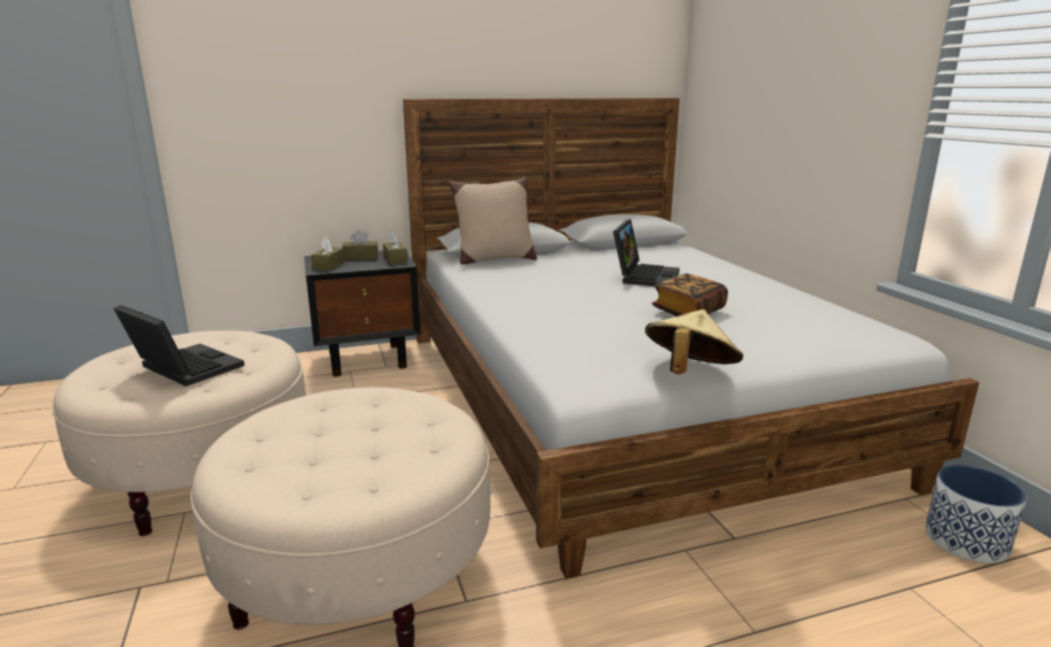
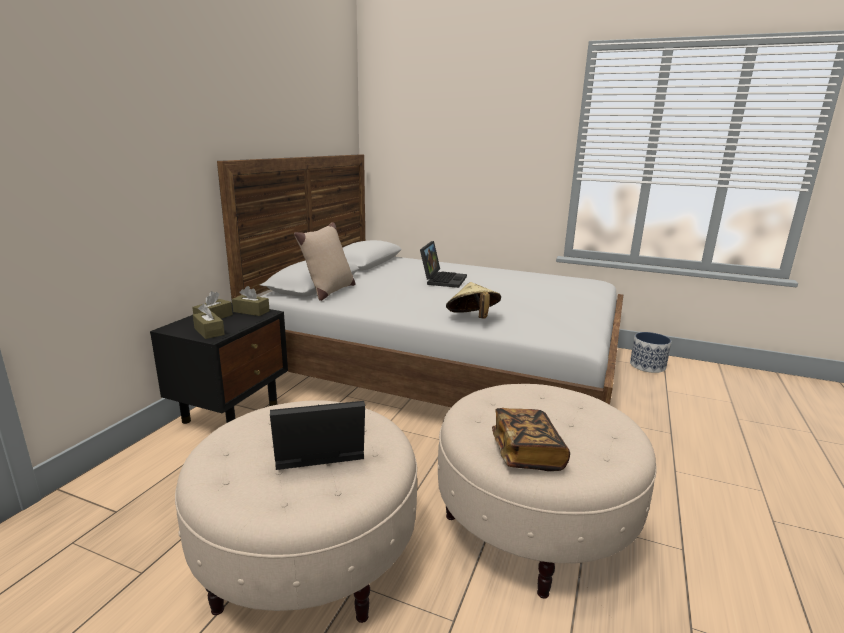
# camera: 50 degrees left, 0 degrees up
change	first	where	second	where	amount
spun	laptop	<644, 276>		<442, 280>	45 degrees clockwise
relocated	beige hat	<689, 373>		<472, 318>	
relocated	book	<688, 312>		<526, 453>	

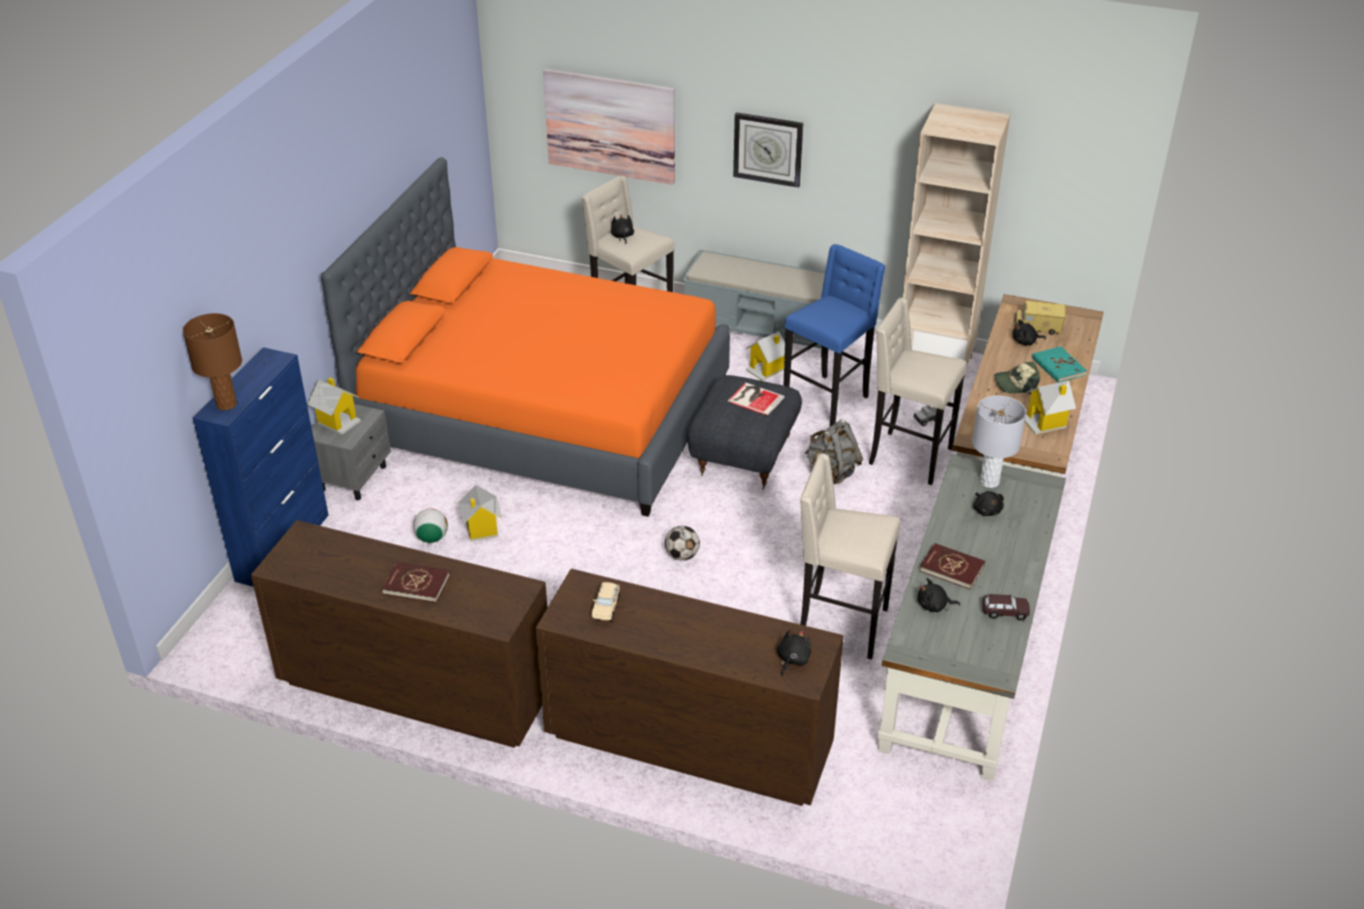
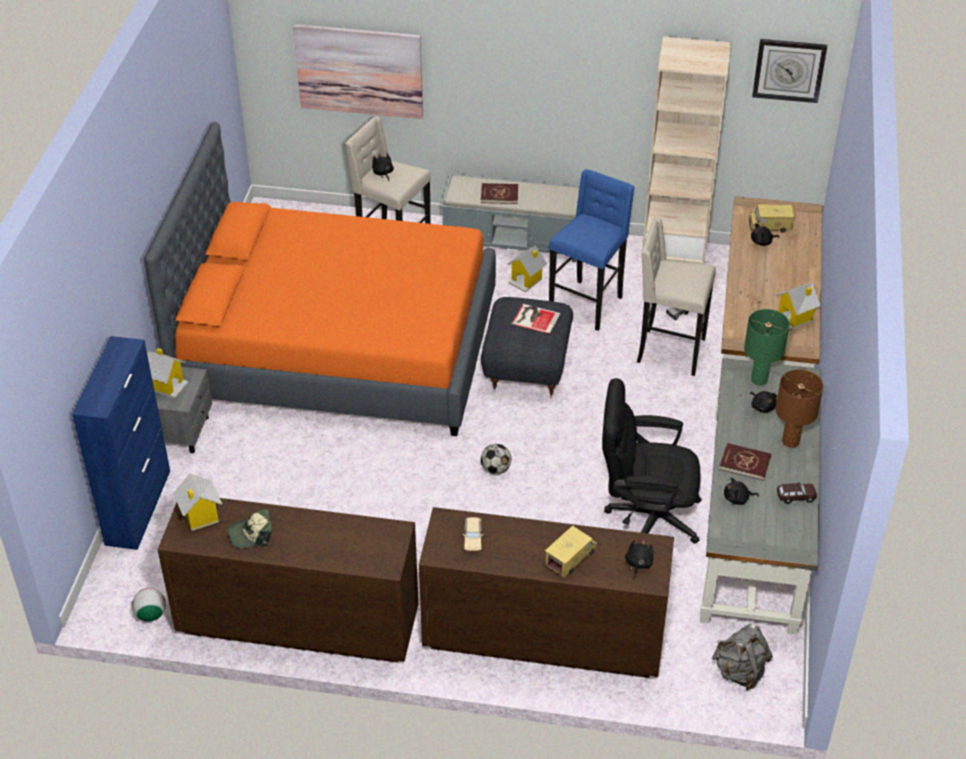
# camera: 10 degrees left, 5 degrees up
change	first	where	second	where	amount
relocated	football	<432, 538>		<151, 615>	
relocated	toy house	<481, 529>		<200, 516>	
relocated	cap	<1016, 384>		<251, 534>	
relocated	red book	<416, 584>		<499, 195>	
appeared			toy truck	<570, 557>	
exchanged	beige stool	<840, 625>	black office chair	<645, 515>	
relocated	grey backpack	<831, 472>		<739, 672>	
colour	grey table lamp	<989, 482>	green table lamp	<759, 380>	
relocated	wall clock	<768, 149>		<789, 70>	
relocated	brown table lamp	<226, 404>		<790, 442>	
missing	turquoise book	<1058, 367>			

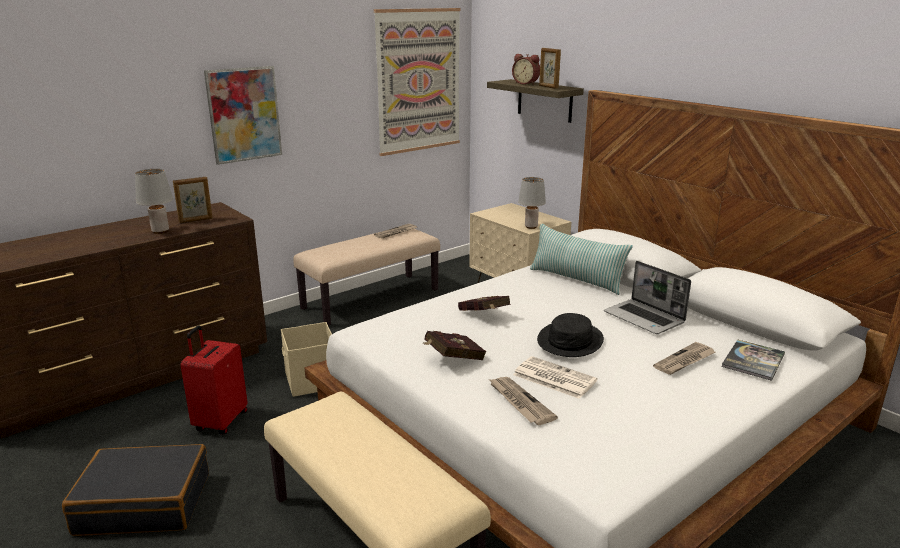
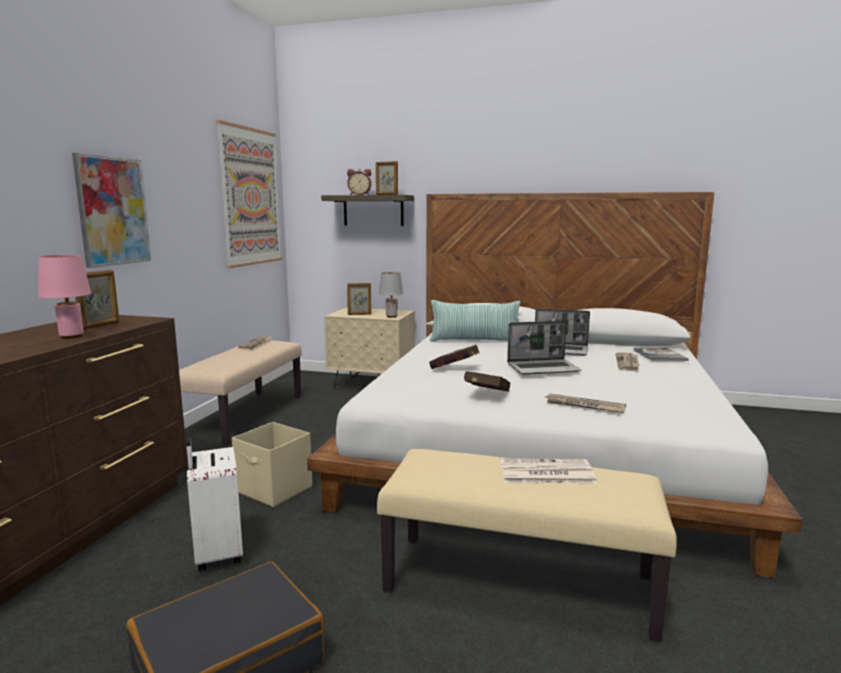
# camera: 35 degrees left, 10 degrees down
change	first	where	second	where	amount
colour	grey table lamp	<160, 231>	pink table lamp	<71, 336>	
colour	red suitcase	<220, 421>	white suitcase	<217, 554>	
appeared			picture frame	<359, 314>	
relocated	newspaper	<553, 378>		<545, 473>	
exchanged	black hat	<570, 340>	laptop	<543, 368>	

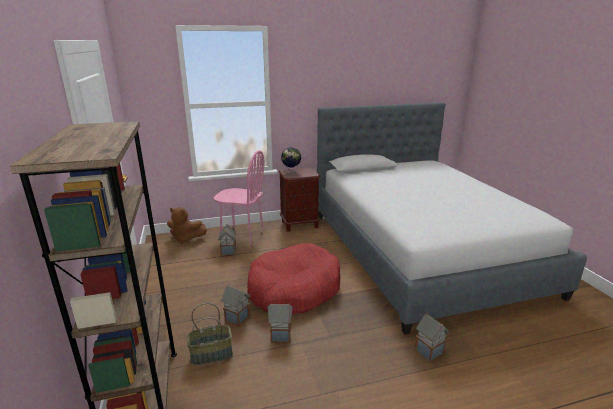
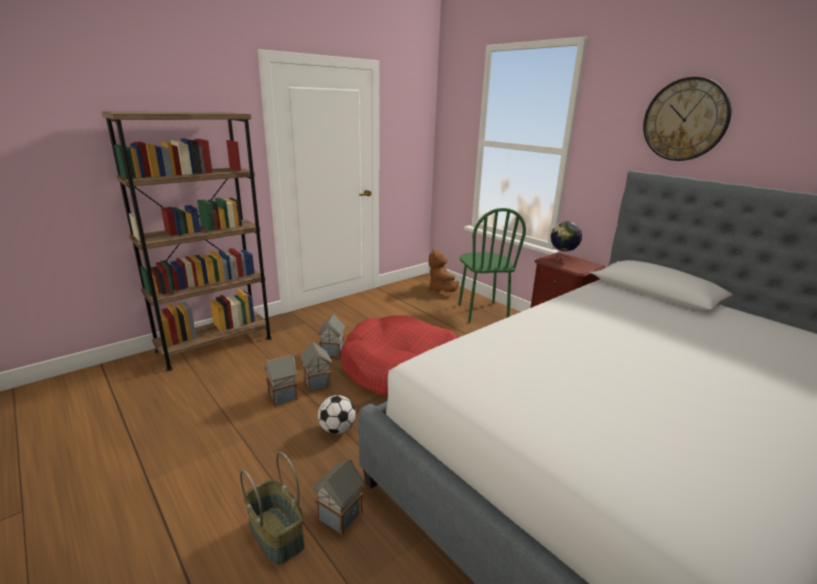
# camera: 65 degrees right, 0 degrees up
change	first	where	second	where	amount
relocated	basket	<212, 354>		<277, 535>	
relocated	toy house	<228, 251>		<283, 396>	
appeared			football	<337, 429>	
colour	pink chair	<242, 235>	green chair	<482, 312>	
appeared			wall clock	<685, 120>	

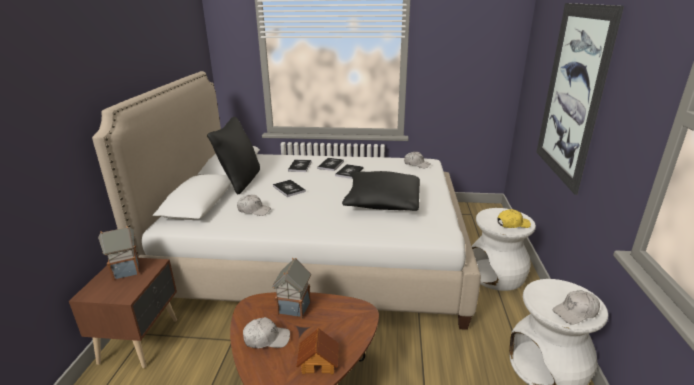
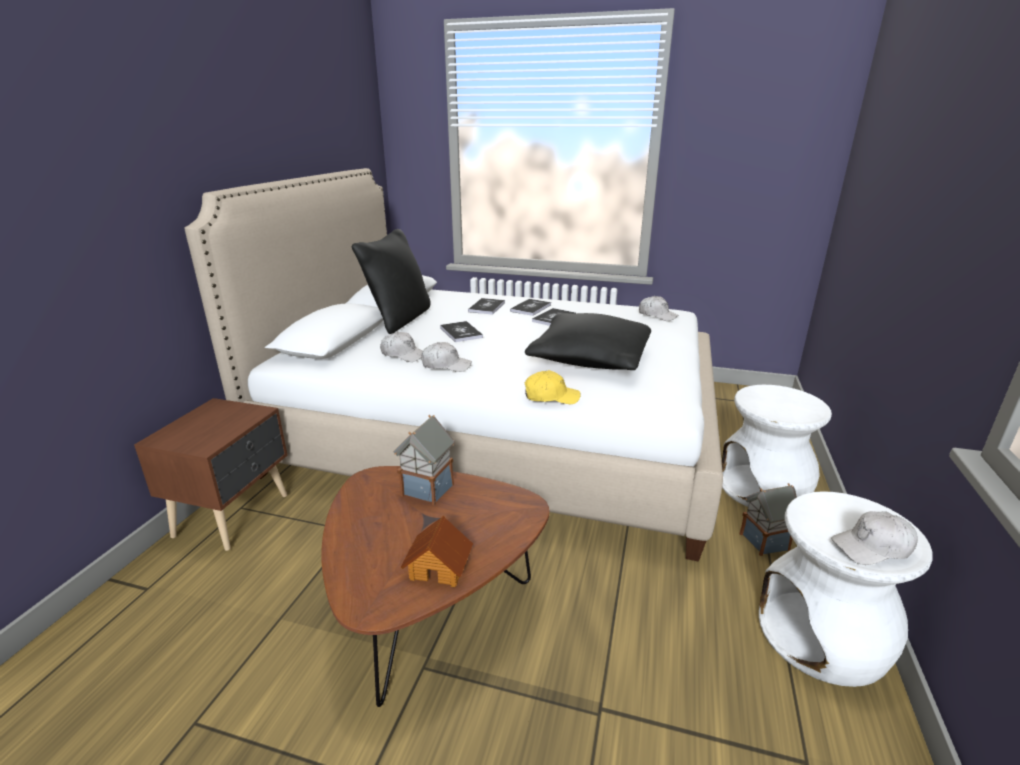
# camera: 10 degrees right, 0 degrees up
change	first	where	second	where	amount
relocated	white cap	<266, 338>		<446, 365>	
relocated	yellow cap	<512, 224>		<551, 396>	
relocated	toy house	<127, 270>		<764, 541>	
missing	picture	<572, 94>			

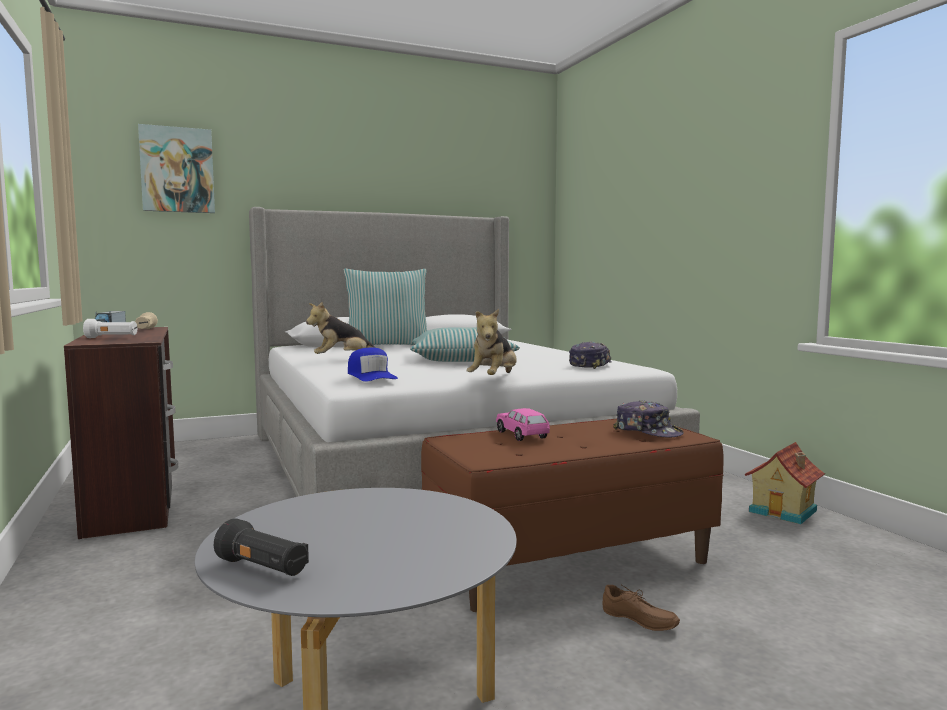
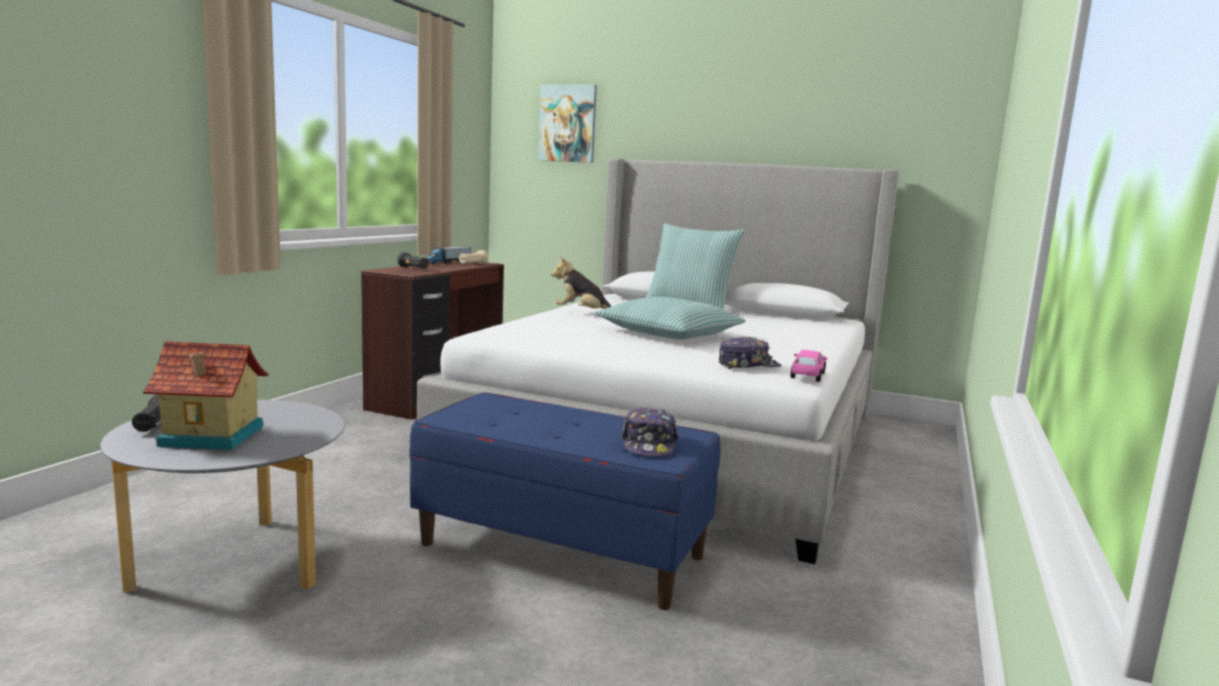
# camera: 45 degrees right, 5 degrees up
change	first	where	second	where	amount
relocated	toy house	<784, 511>		<211, 437>	
colour	white flashlight	<112, 337>	black flashlight	<413, 268>	
colour	brown bench	<569, 561>	blue bench	<563, 550>	
relocated	pink toy car	<522, 435>		<807, 375>	
missing	blue cap	<371, 376>			
missing	plush toy	<494, 379>			
missing	brown shoe	<638, 621>			

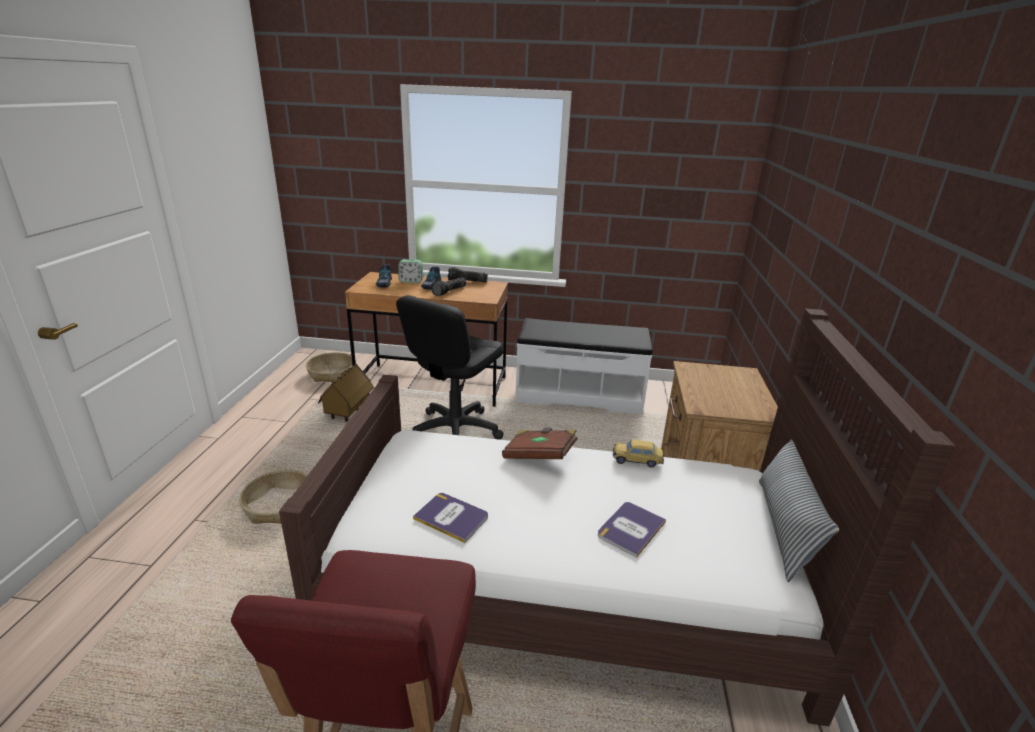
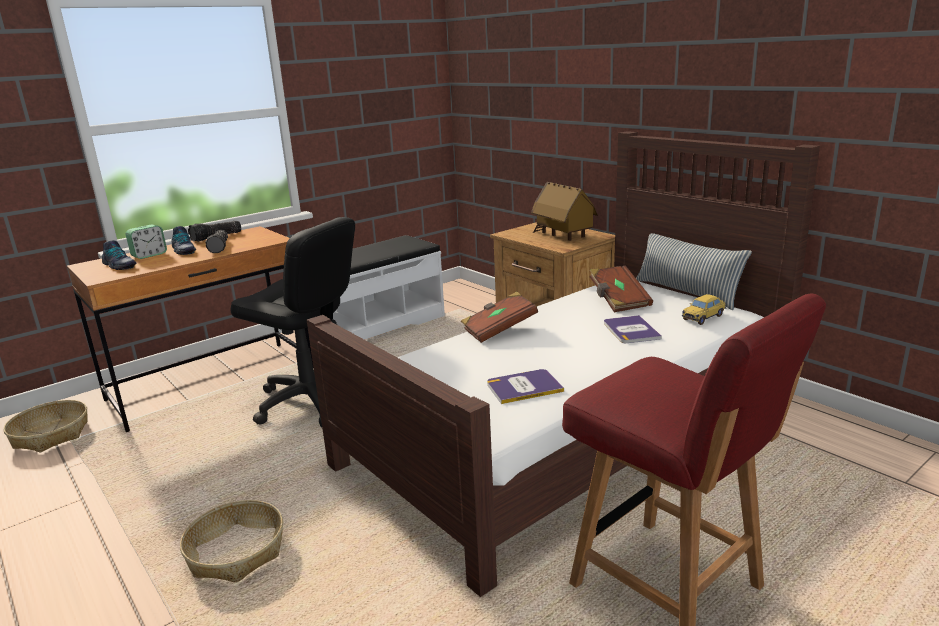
# camera: 45 degrees left, 5 degrees down
change	first	where	second	where	amount
spun	black office chair	<455, 431>		<310, 401>	45 degrees counterclockwise
relocated	toy house	<348, 412>		<562, 236>	
appeared			brown book	<618, 300>	
relocated	toy car	<637, 460>		<703, 317>	

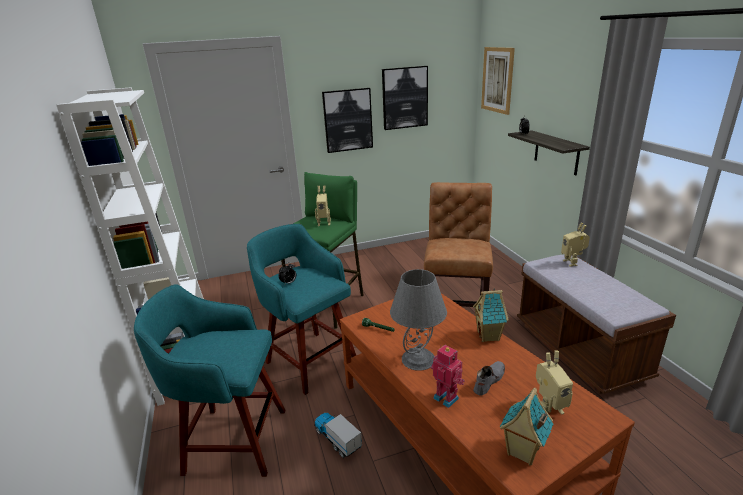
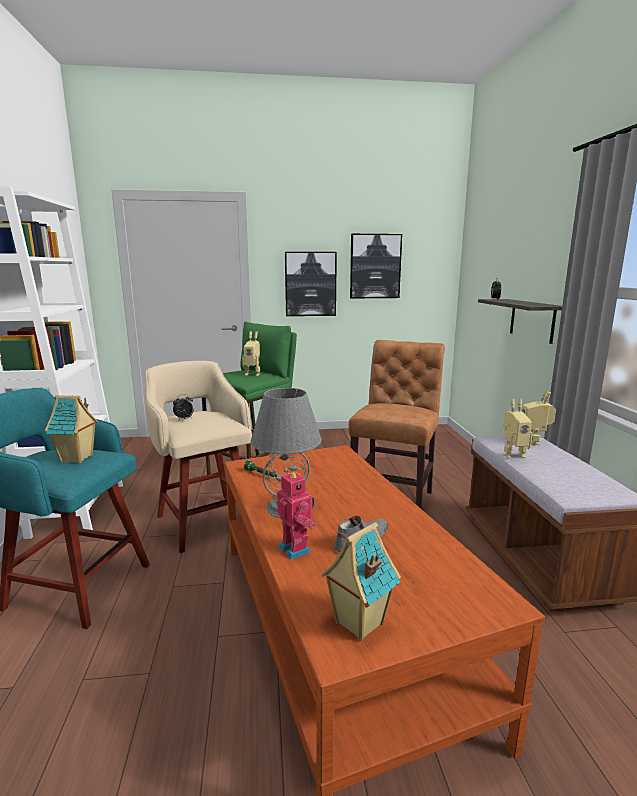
# camera: 10 degrees right, 10 degrees down
change	first	where	second	where	amount
relocated	toy house	<489, 336>		<77, 458>	
colour	turquoise stool	<309, 359>	beige stool	<205, 520>	
relocated	toy robot	<548, 409>		<512, 454>	
missing	toy truck	<337, 440>			
missing	picture	<497, 80>			

